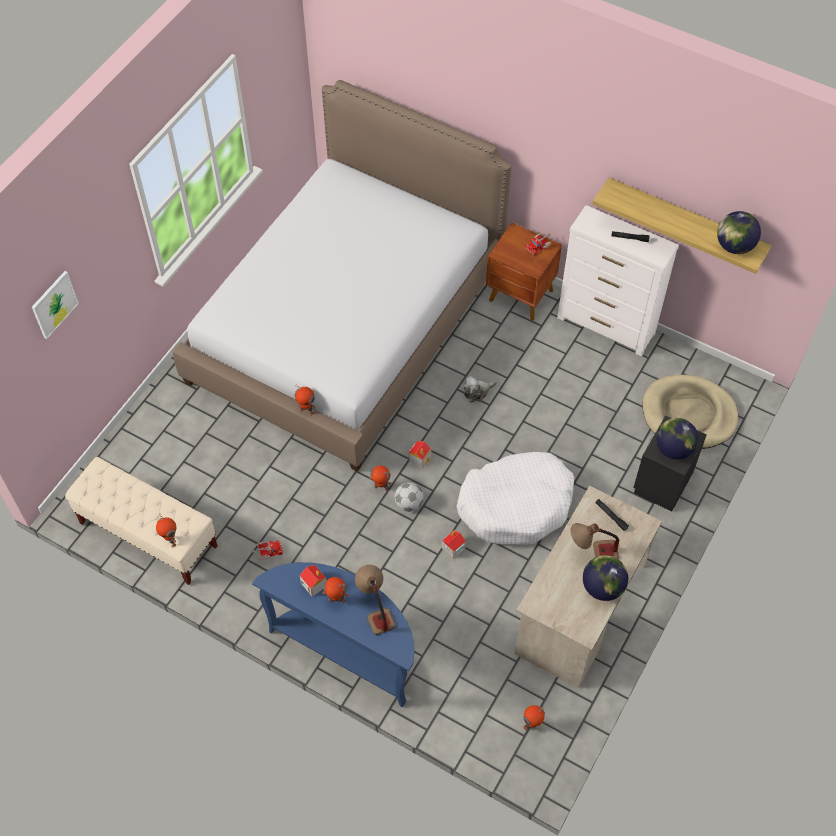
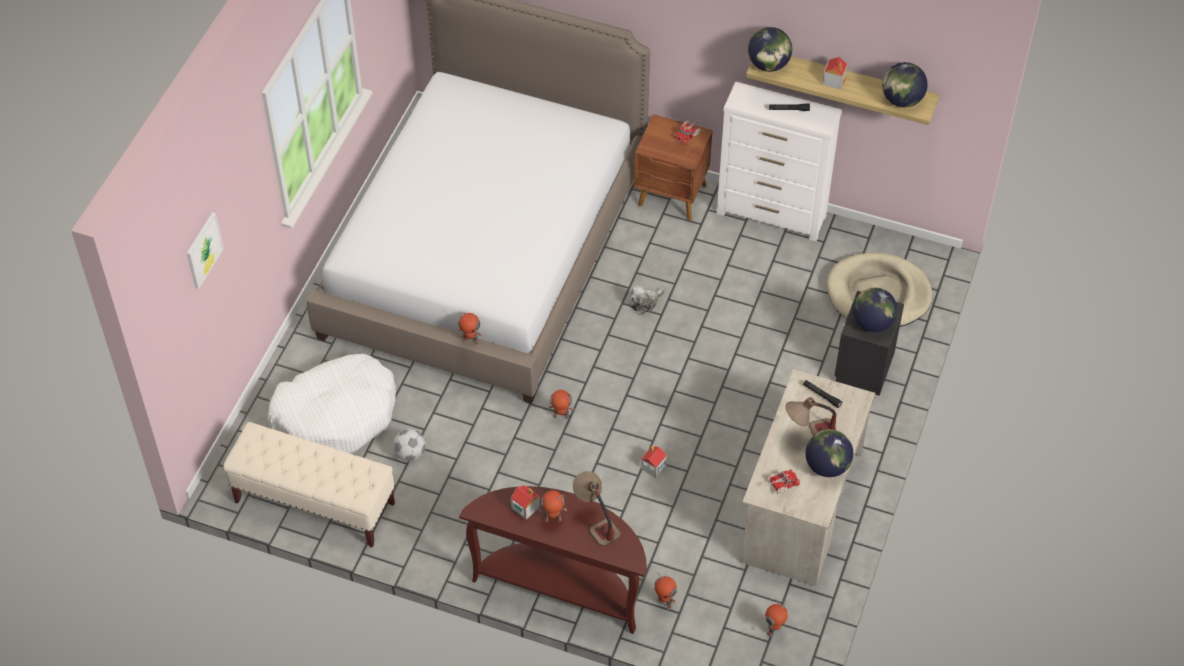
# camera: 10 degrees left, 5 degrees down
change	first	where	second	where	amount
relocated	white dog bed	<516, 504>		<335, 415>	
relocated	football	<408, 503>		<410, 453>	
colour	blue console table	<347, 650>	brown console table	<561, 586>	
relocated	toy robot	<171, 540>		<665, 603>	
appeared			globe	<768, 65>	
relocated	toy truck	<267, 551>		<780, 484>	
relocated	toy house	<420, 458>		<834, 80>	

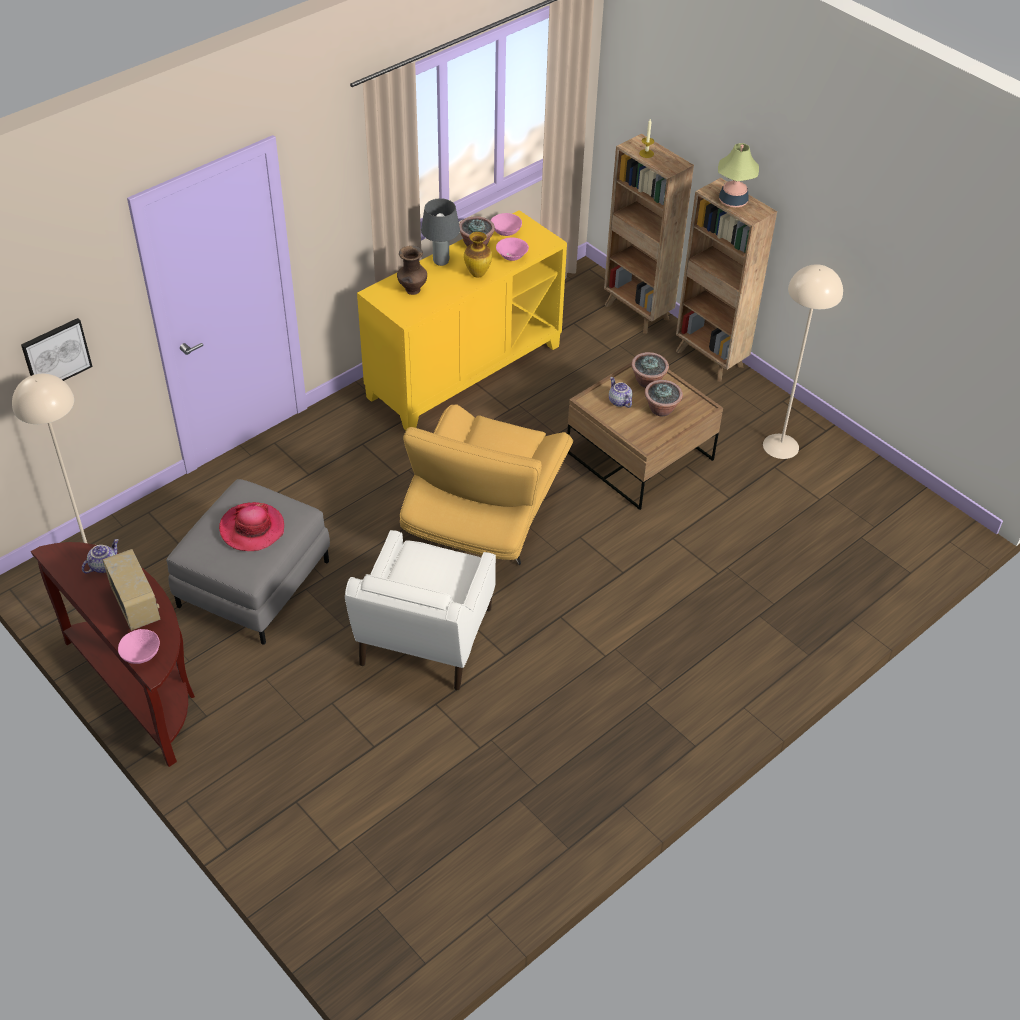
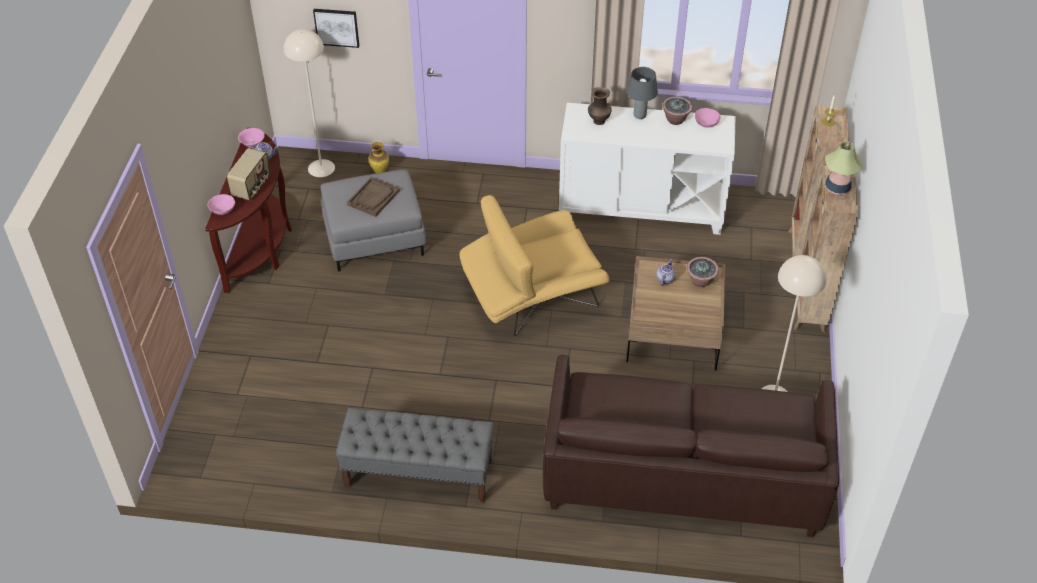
# camera: 50 degrees right, 0 degrees up
change	first	where	second	where	amount
relocated	pink bowl	<512, 257>		<252, 143>	
appeared			grey bench	<418, 474>	
exchanged	hat	<252, 529>	brown tray	<373, 198>	
relocated	vase	<477, 274>		<380, 171>	
appeared			brown sofa	<682, 472>	
colour	yellow cabinet	<464, 371>	white cabinet	<641, 208>	
missing	white armchair	<424, 639>			
missing	potted plant	<661, 410>			

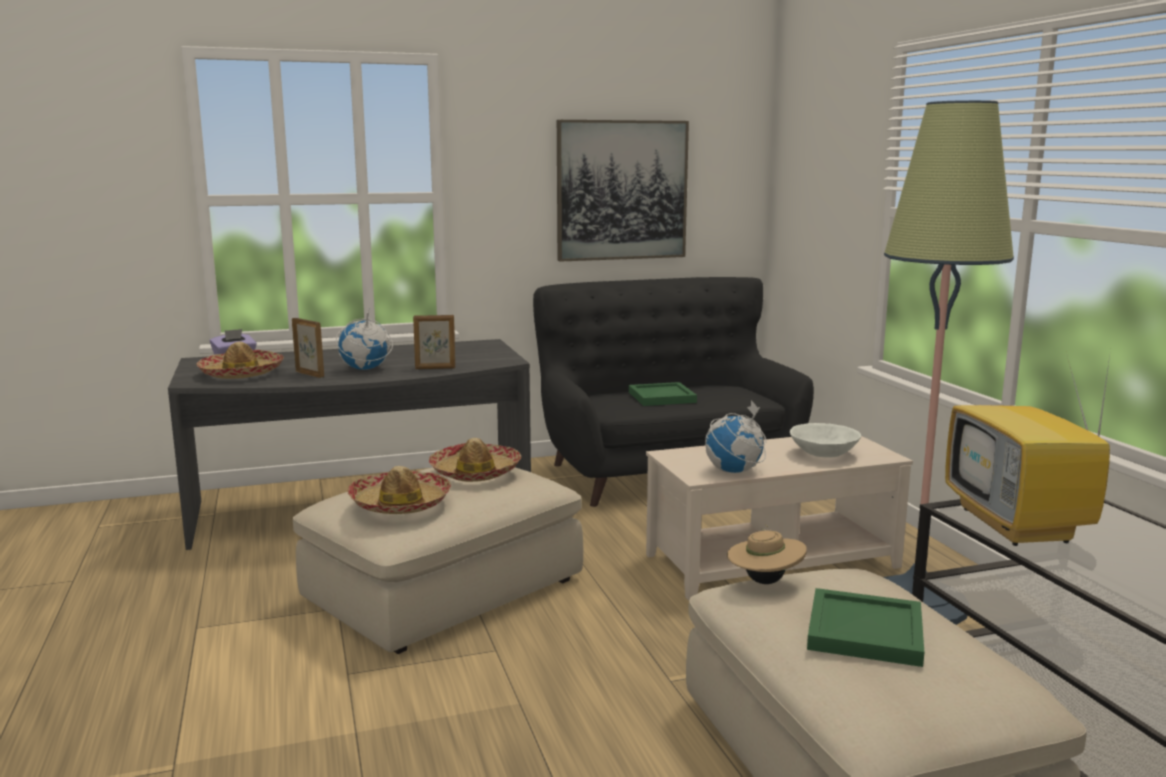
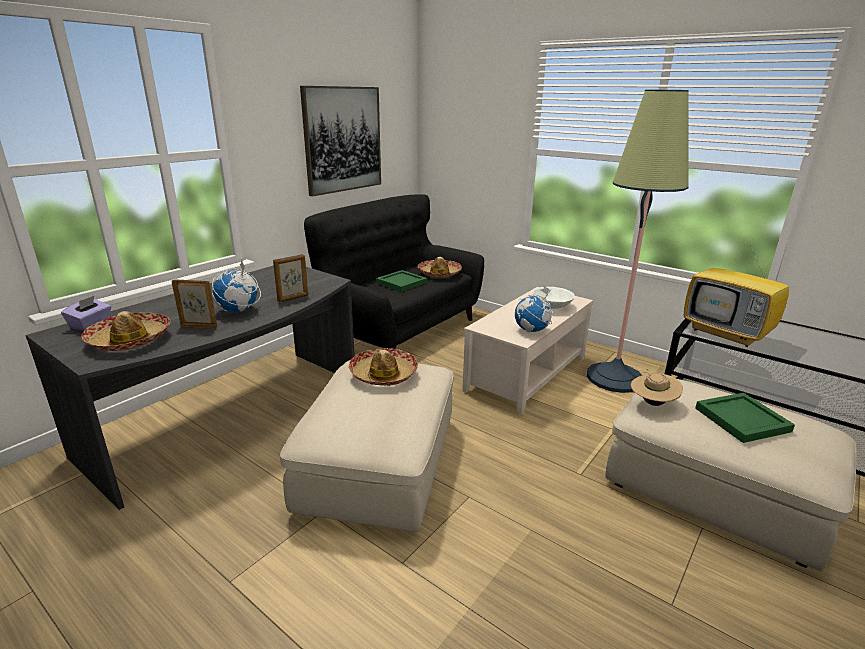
# camera: 35 degrees left, 10 degrees up
change	first	where	second	where	amount
relocated	hat	<400, 503>		<439, 273>	

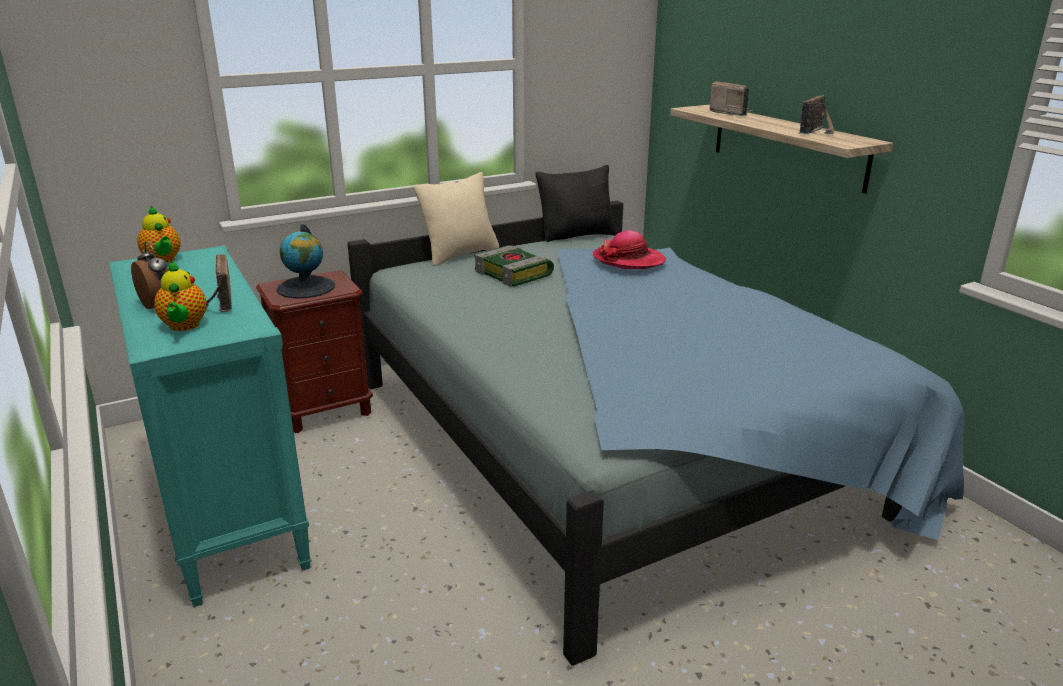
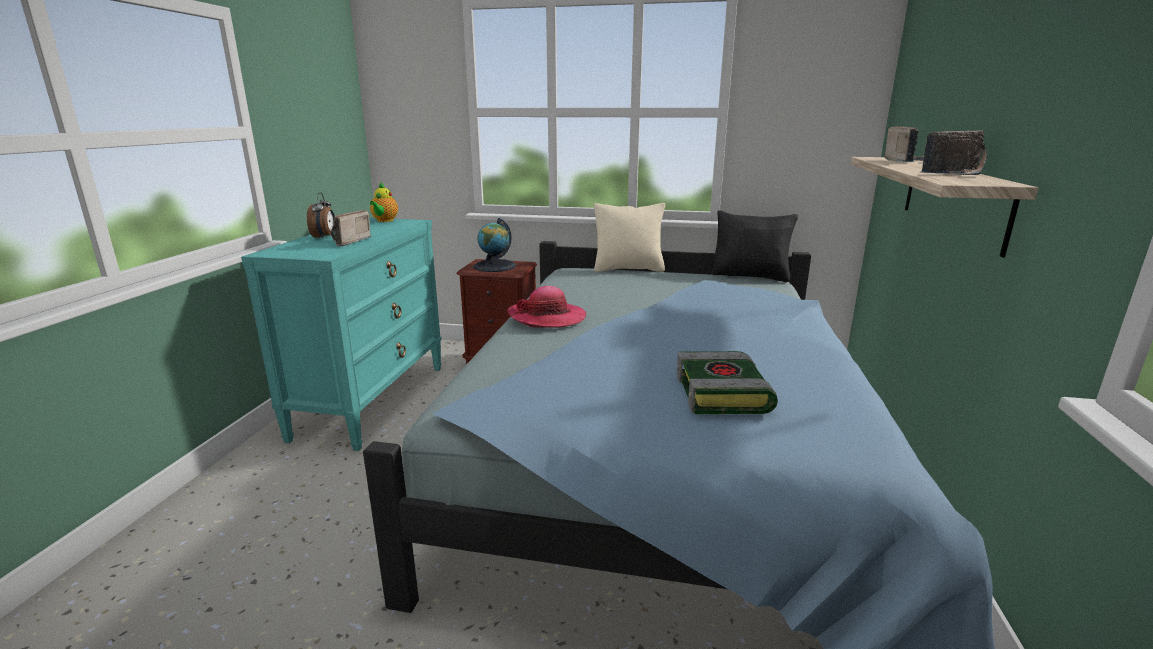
# camera: 40 degrees right, 5 degrees down
change	first	where	second	where	amount
relocated	hat	<628, 260>		<547, 317>	
relocated	book	<514, 274>		<723, 394>	
missing	teapot	<184, 326>			

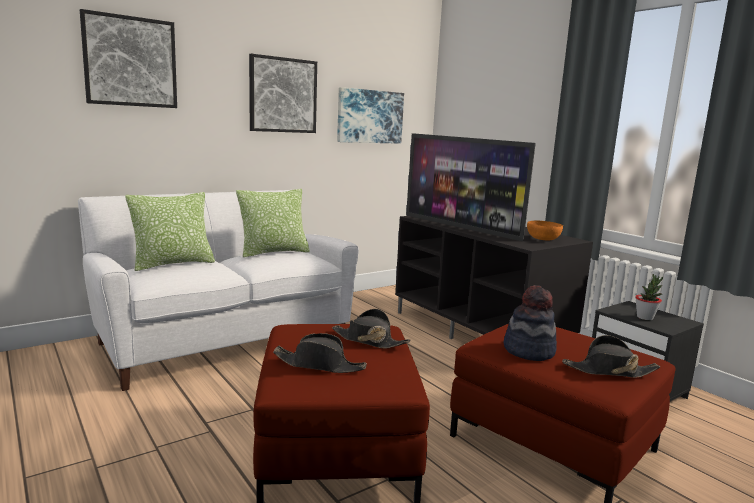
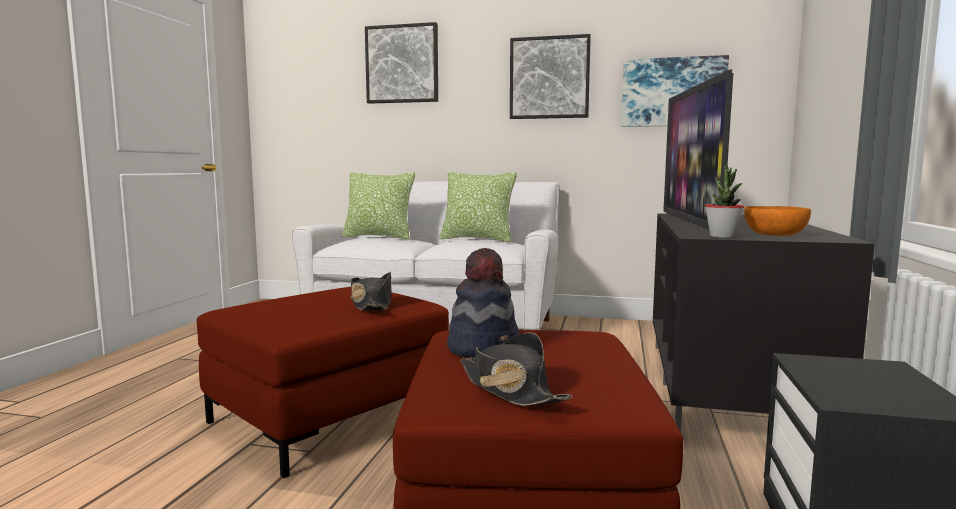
# camera: 50 degrees right, 5 degrees down
change	first	where	second	where	amount
relocated	potted plant	<645, 317>		<722, 236>	
missing	black hat	<319, 365>			

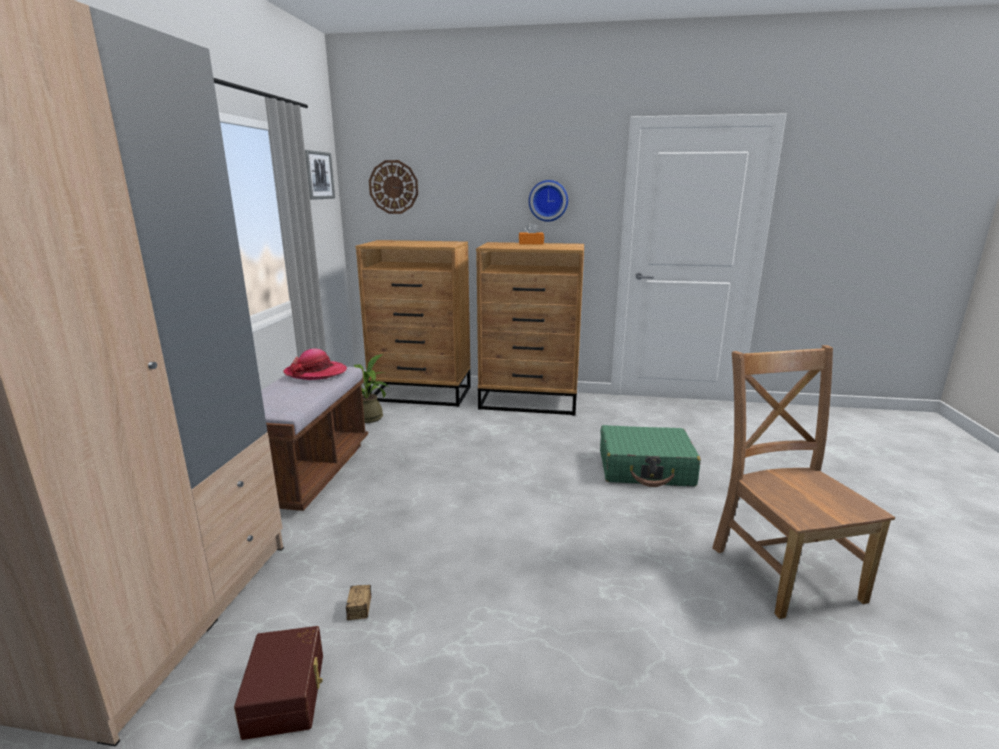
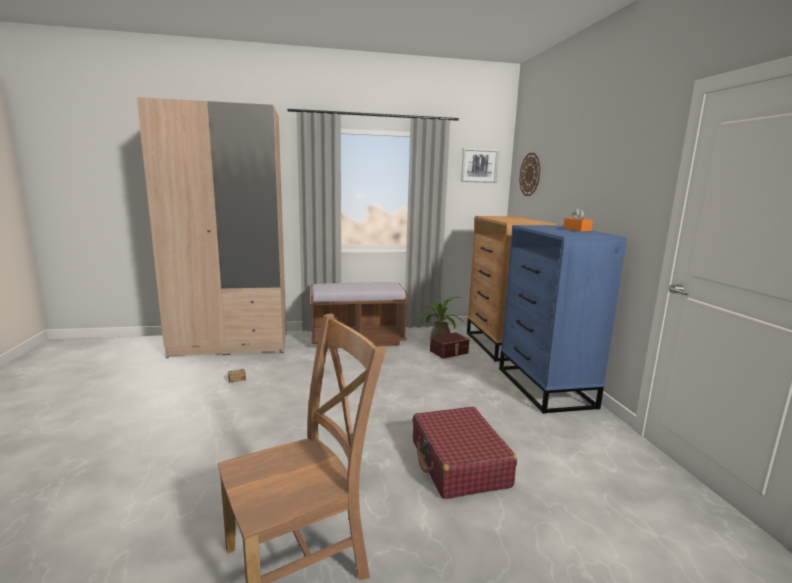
# camera: 70 degrees right, 5 degrees down
change	first	where	second	where	amount
colour	green suitcase	<645, 468>	red suitcase	<459, 463>	
relocated	brown storage box	<287, 693>		<449, 352>	
colour	brown dresser	<530, 401>	blue dresser	<545, 387>	
missing	hat	<316, 372>			
missing	wall clock	<548, 200>			

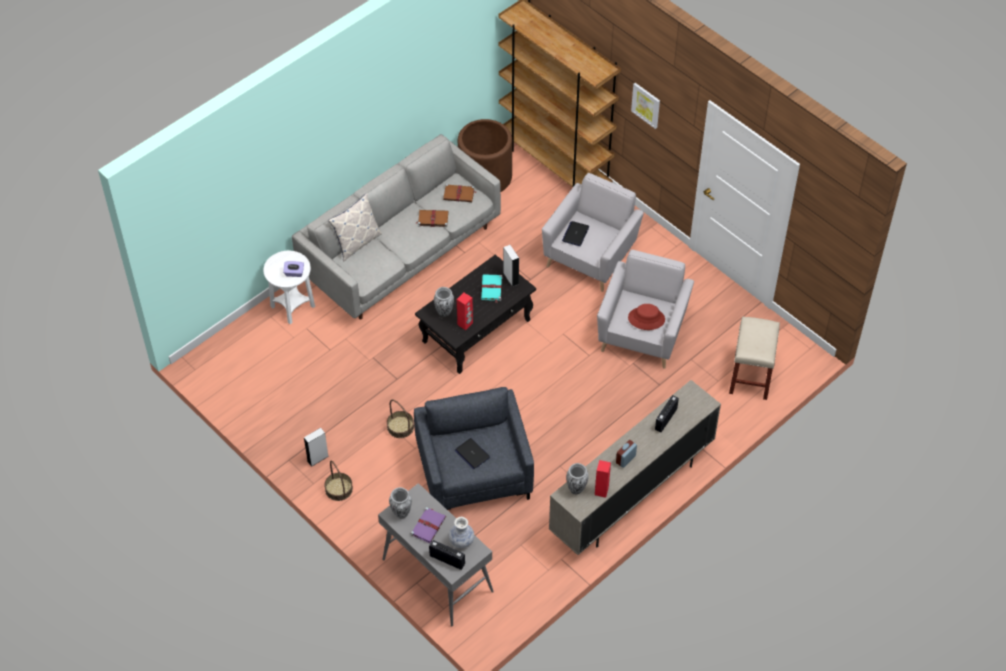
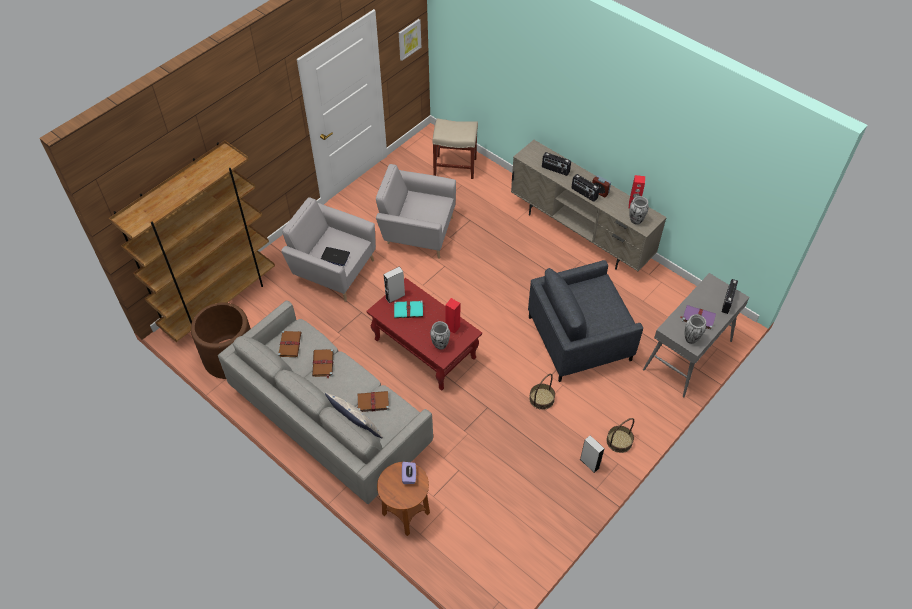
# camera: 95 degrees left, 0 degrees up
change	first	where	second	where	amount
appeared			brown book	<372, 402>	
colour	black coffee table	<477, 330>	red coffee table	<424, 348>	
colour	white side table	<292, 306>	brown side table	<405, 513>	
relocated	picture	<646, 105>		<409, 39>	
appeared			radio	<584, 194>	
missing	vase	<461, 540>			
missing	laptop	<472, 454>			
missing	red hat	<646, 318>			

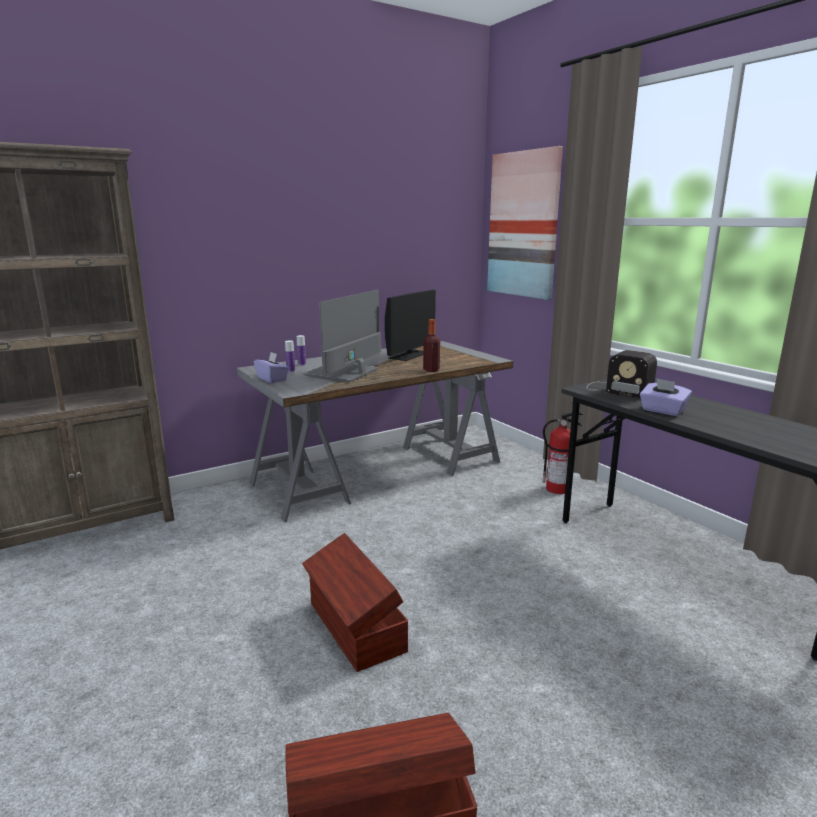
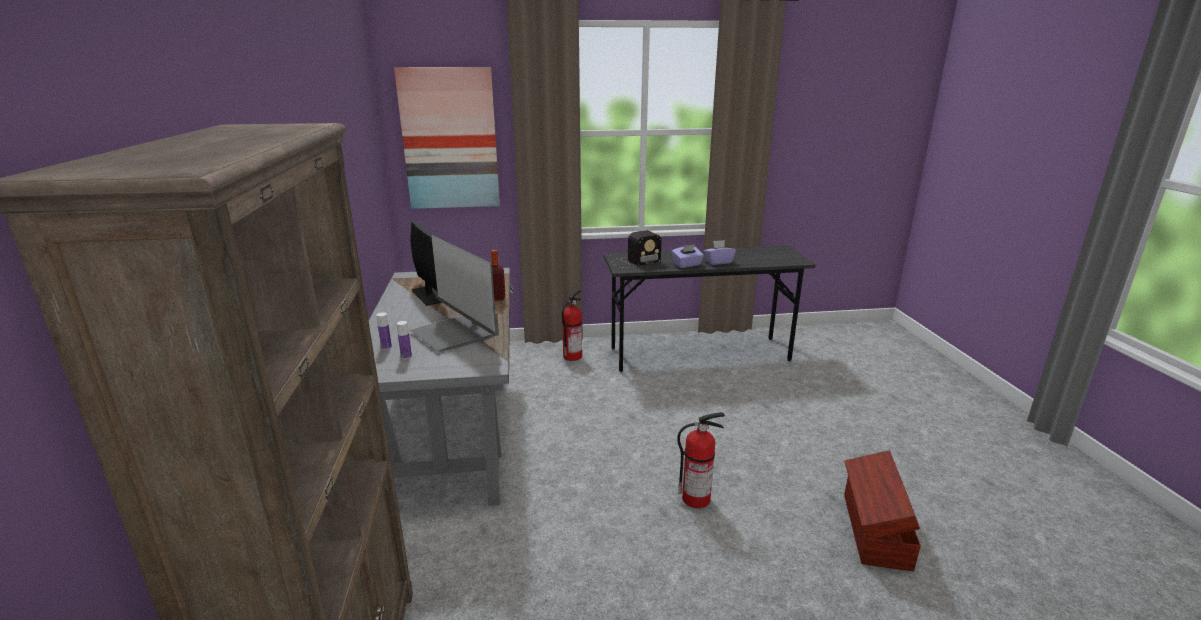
# camera: 65 degrees left, 5 degrees up
change	first	where	second	where	amount
exchanged	brown storage box	<355, 628>	fire extinguisher	<697, 498>	
relocated	purple tissue box	<272, 379>		<718, 262>	

